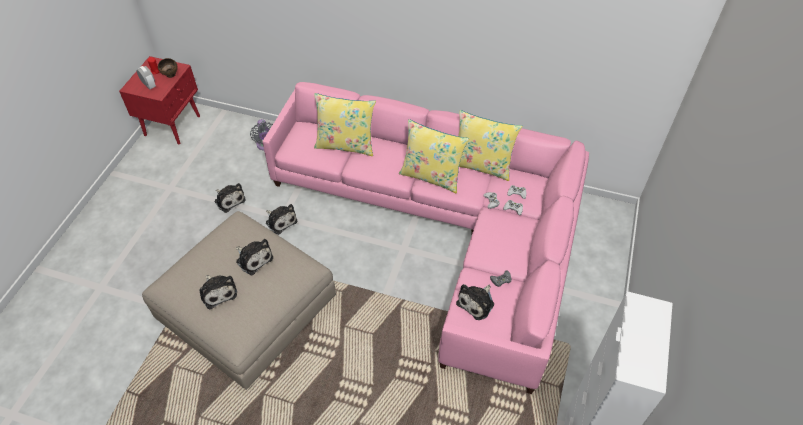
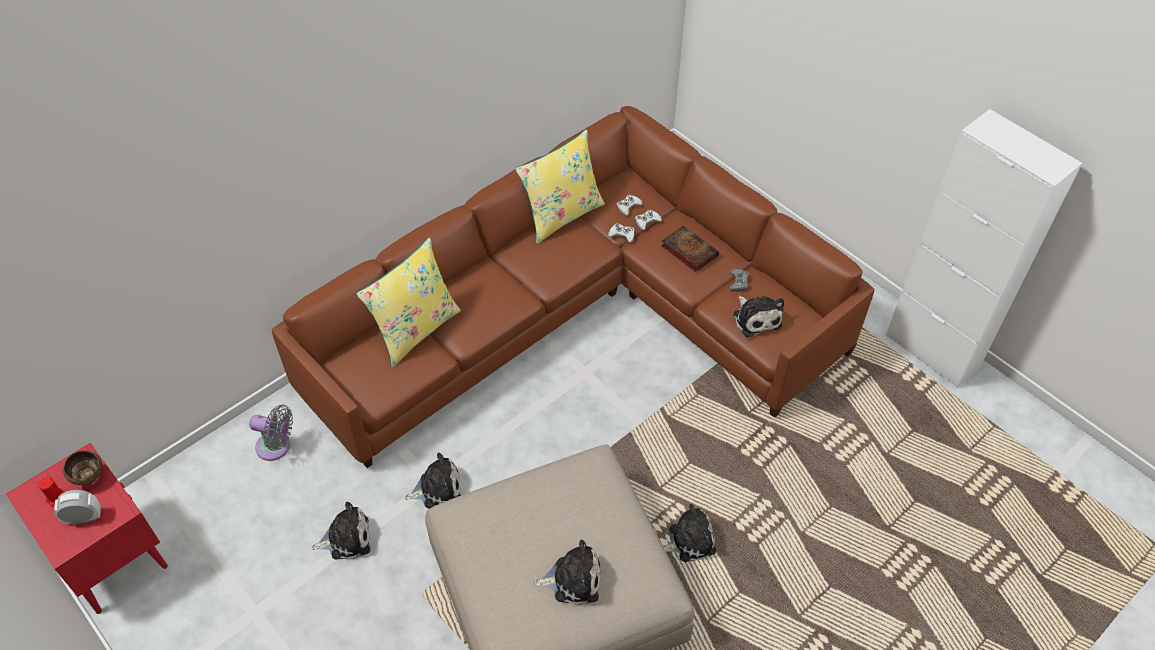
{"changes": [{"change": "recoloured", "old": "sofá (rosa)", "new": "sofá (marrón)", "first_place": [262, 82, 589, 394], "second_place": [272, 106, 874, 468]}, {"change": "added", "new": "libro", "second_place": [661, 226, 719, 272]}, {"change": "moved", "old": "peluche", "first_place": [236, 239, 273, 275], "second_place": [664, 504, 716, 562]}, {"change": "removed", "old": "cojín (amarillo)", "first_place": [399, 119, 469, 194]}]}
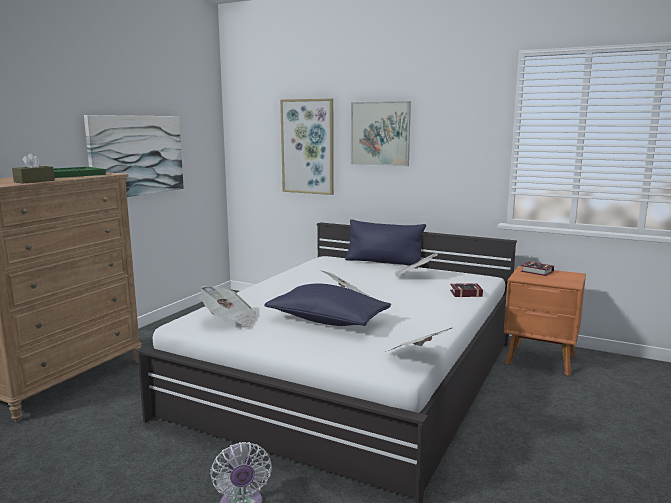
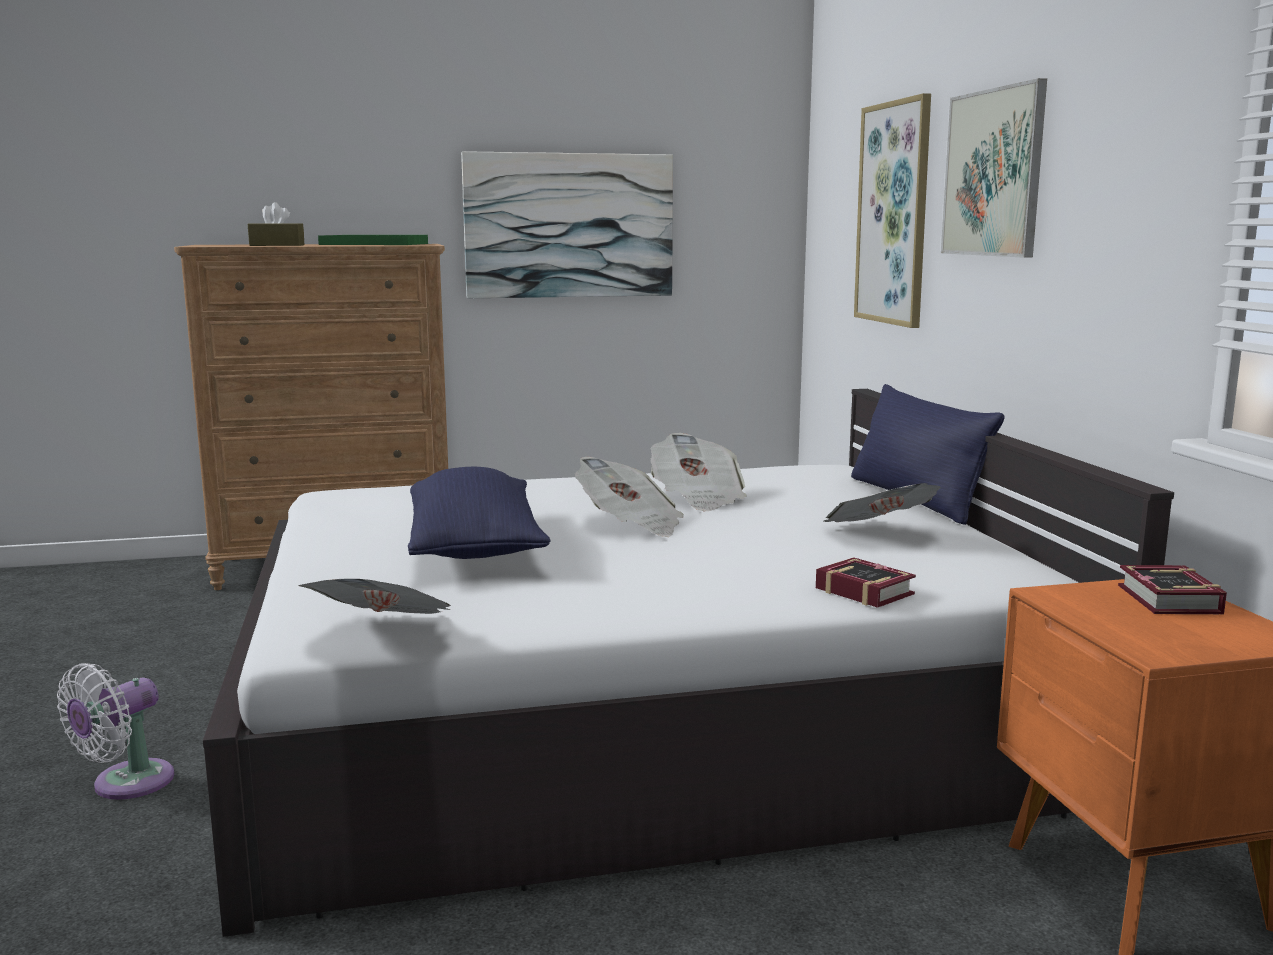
{"changes": [{"change": "moved", "old": "periódico", "first_place": [199, 286, 256, 326], "second_place": [650, 433, 747, 511]}]}
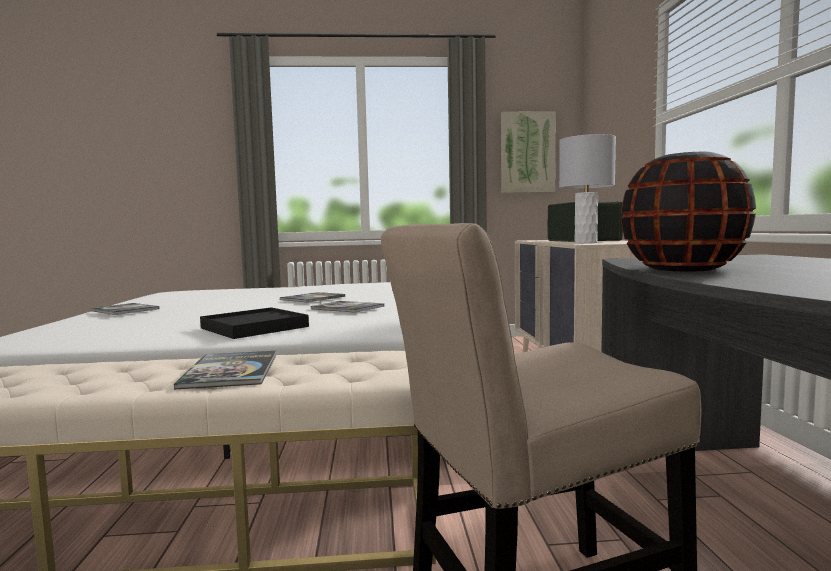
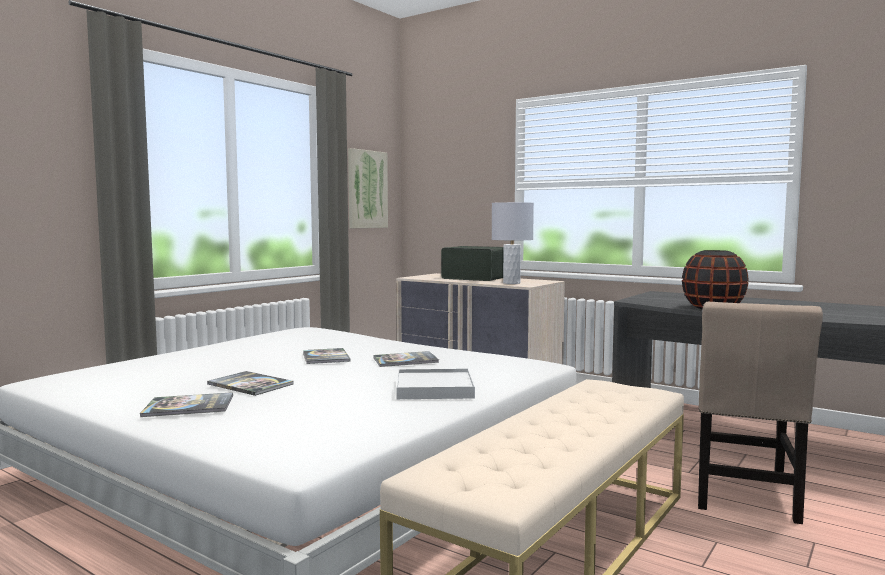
{"changes": [{"change": "moved", "old": "libro", "first_place": [174, 351, 276, 389], "second_place": [207, 371, 294, 396]}, {"change": "recoloured", "old": "bandeja (negro)", "new": "bandeja (blanco)", "first_place": [200, 307, 309, 339], "second_place": [396, 369, 475, 399]}]}
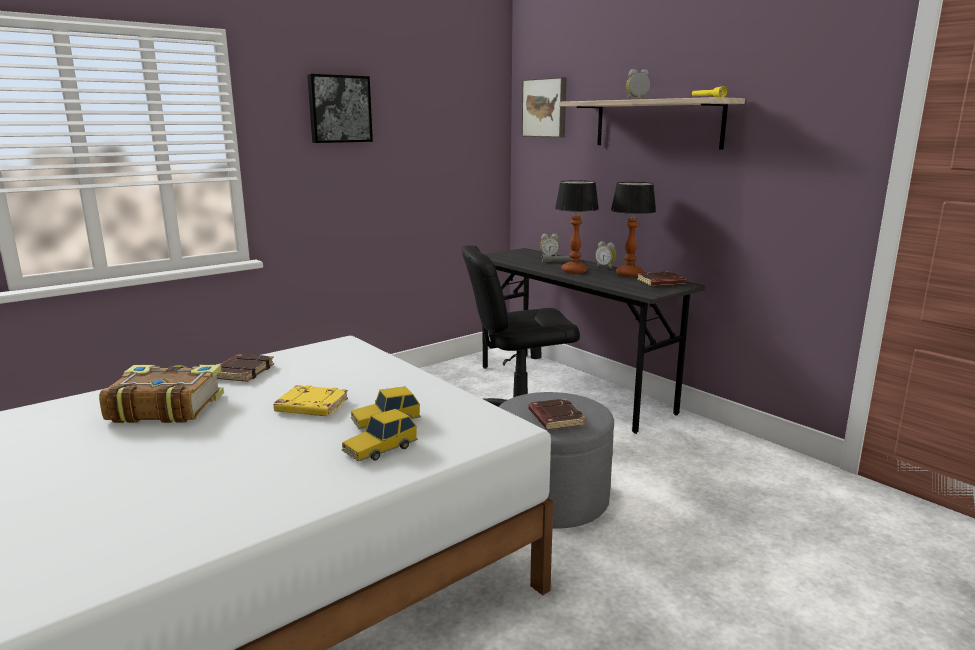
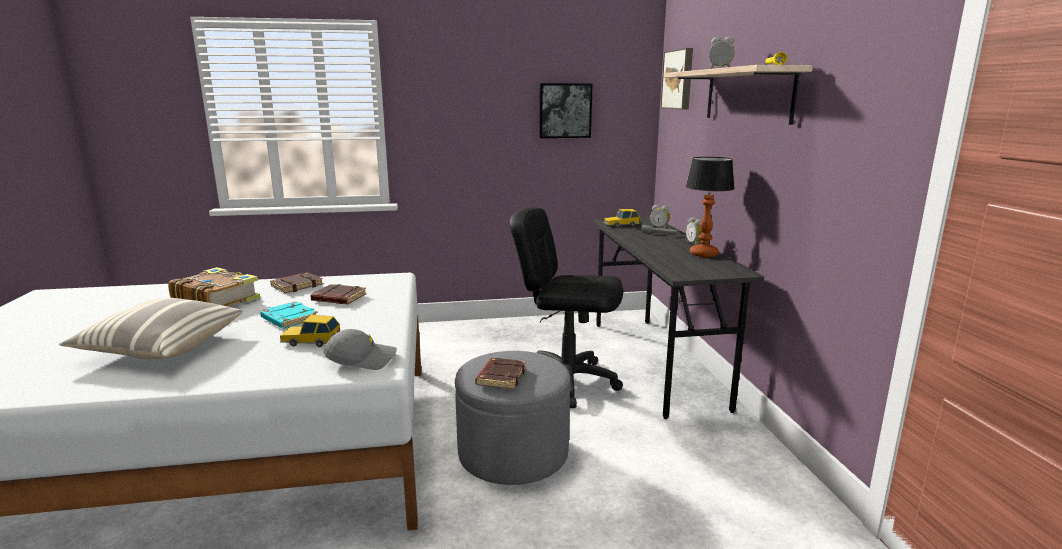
{"changes": [{"change": "added", "new": "cojín", "second_place": [59, 298, 242, 359]}, {"change": "recoloured", "old": "libro (amarillo)", "new": "libro (turquesa)", "first_place": [273, 385, 348, 416], "second_place": [260, 301, 318, 329]}, {"change": "moved", "old": "libro (marrón)", "first_place": [637, 271, 686, 286], "second_place": [310, 284, 367, 304]}, {"change": "added", "new": "gorra (gris)", "second_place": [324, 329, 397, 370]}, {"change": "moved", "old": "cuadro", "first_place": [307, 74, 373, 143], "second_place": [539, 83, 593, 138]}, {"change": "moved", "old": "coche de juguete", "first_place": [342, 409, 418, 462], "second_place": [604, 209, 640, 227]}, {"change": "removed", "old": "lámpara de mesa", "first_place": [555, 180, 599, 273]}]}
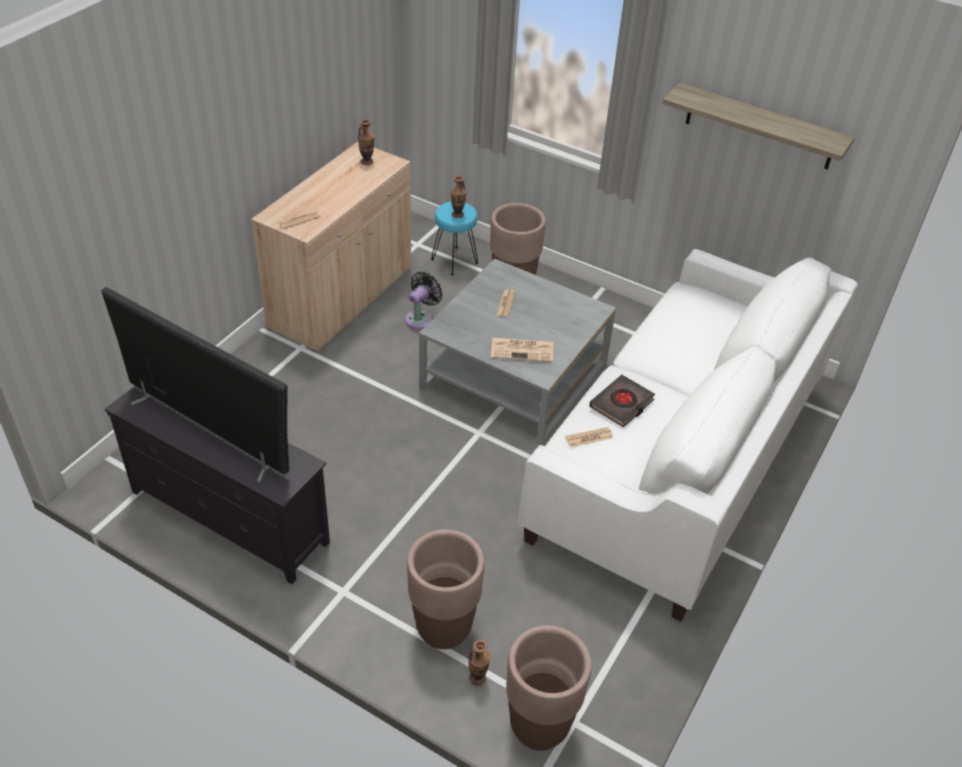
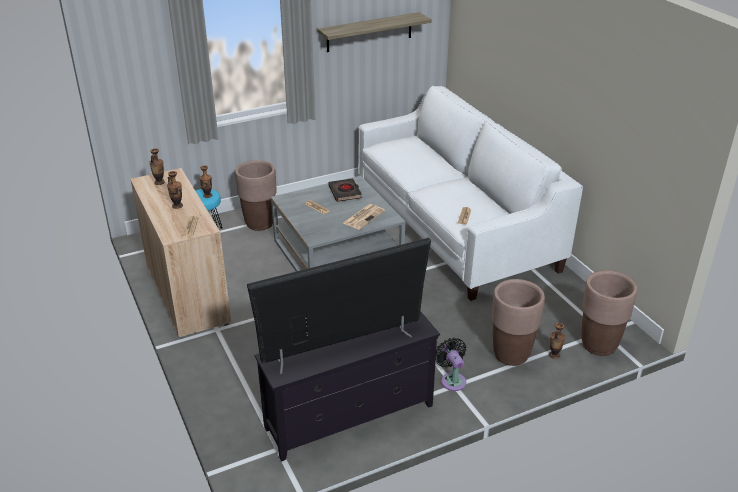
{"changes": [{"change": "added", "new": "florero", "second_place": [167, 171, 183, 209]}, {"change": "moved", "old": "libro (negro)", "first_place": [589, 375, 655, 428], "second_place": [329, 178, 362, 202]}, {"change": "moved", "old": "ventilador (negro)", "first_place": [405, 272, 443, 329], "second_place": [436, 338, 466, 391]}]}
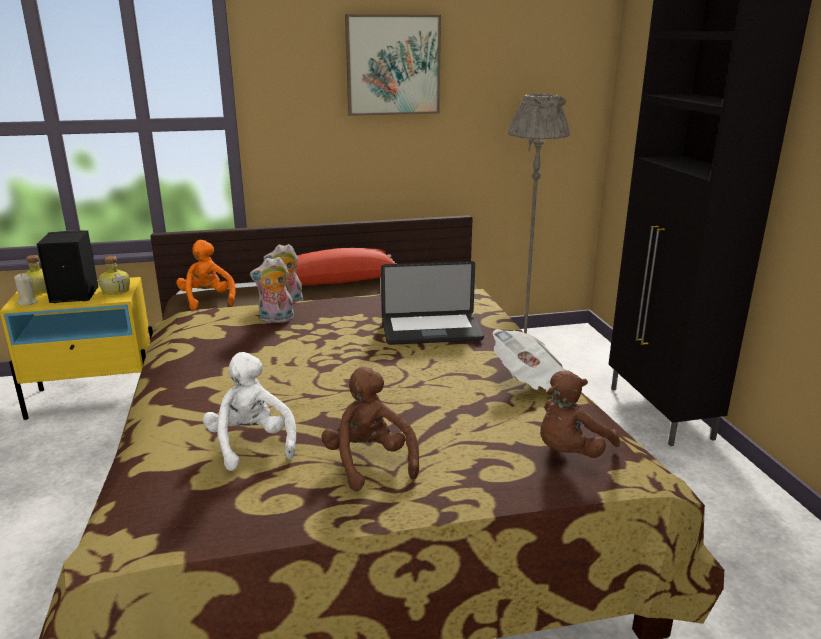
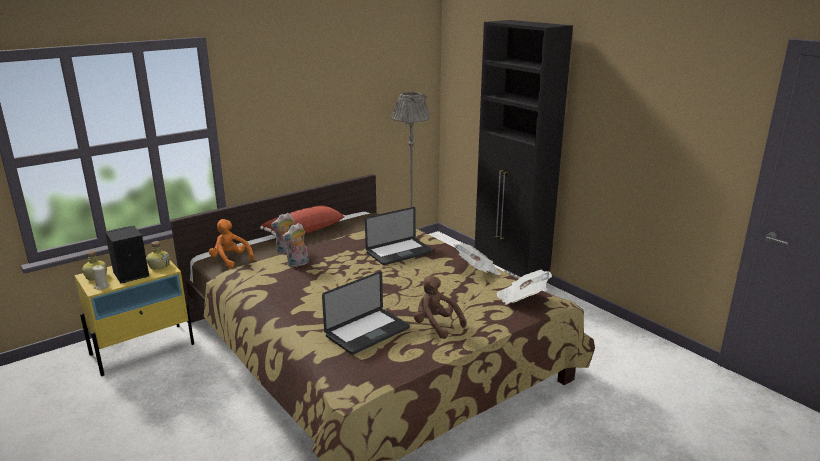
{"changes": [{"change": "replaced", "old": "peluche (blanco)", "new": "portátil", "first_place": [203, 352, 296, 471], "second_place": [322, 271, 410, 355]}, {"change": "replaced", "old": "peluche (marrón)", "new": "periódico", "first_place": [540, 370, 620, 458], "second_place": [496, 269, 552, 305]}, {"change": "removed", "old": "cuadro", "first_place": [345, 14, 441, 116]}]}
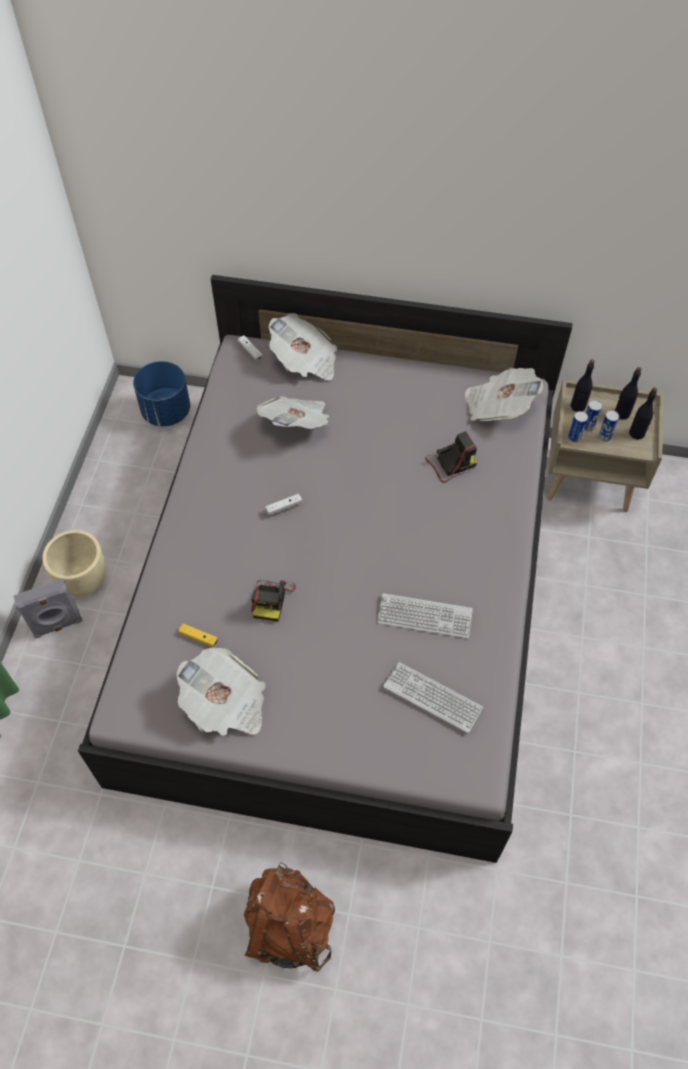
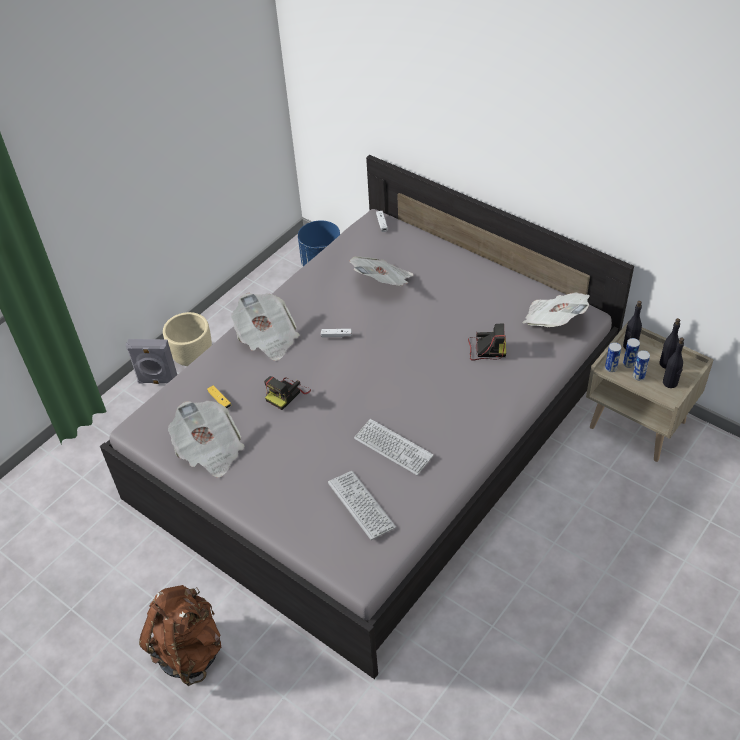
{"changes": [{"change": "moved", "old": "periódico", "first_place": [269, 313, 337, 380], "second_place": [231, 293, 299, 361]}]}
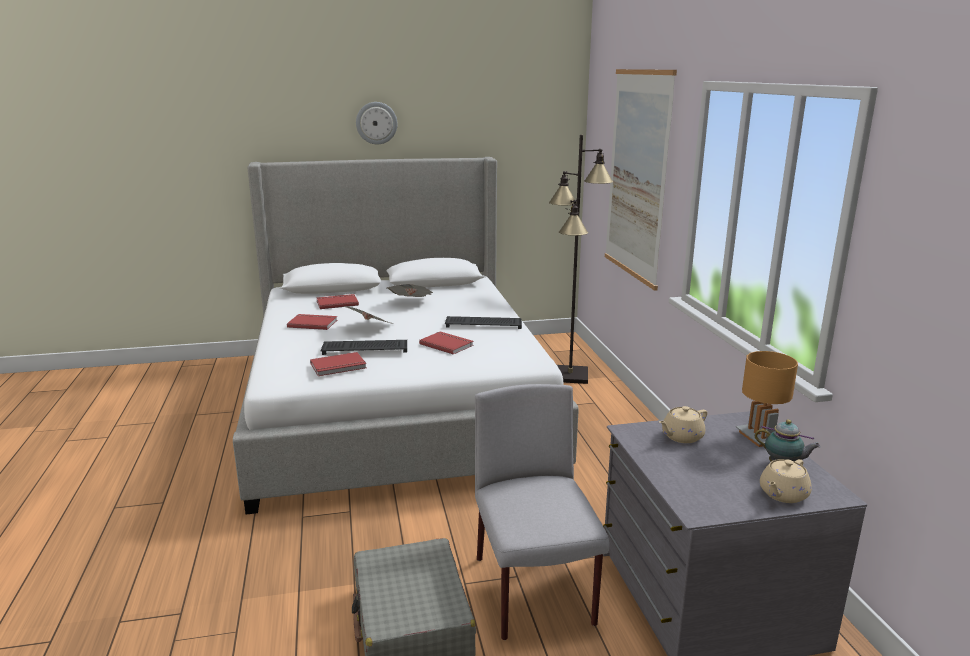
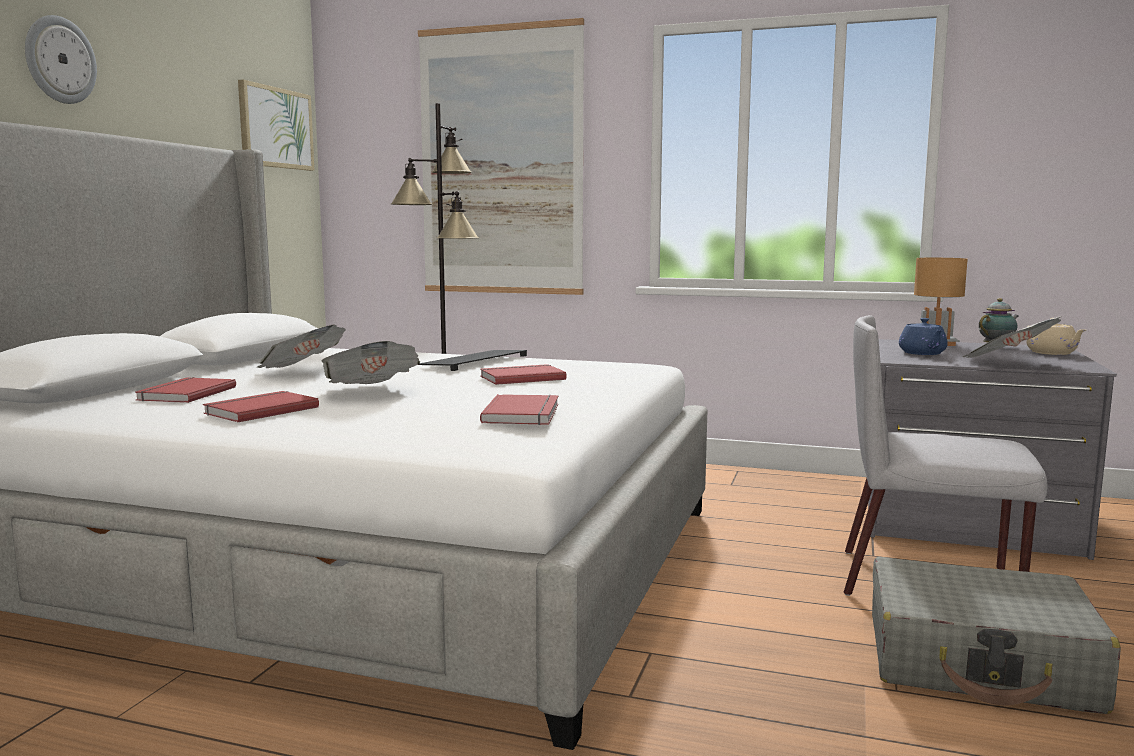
{"changes": [{"change": "added", "new": "cuadro", "second_place": [238, 79, 315, 171]}, {"change": "recoloured", "old": "tetera (beis)", "new": "tetera (azul)", "first_place": [659, 406, 707, 443], "second_place": [899, 318, 948, 355]}, {"change": "added", "new": "periódico", "second_place": [963, 316, 1061, 358]}, {"change": "removed", "old": "teclado", "first_place": [320, 340, 407, 355]}]}
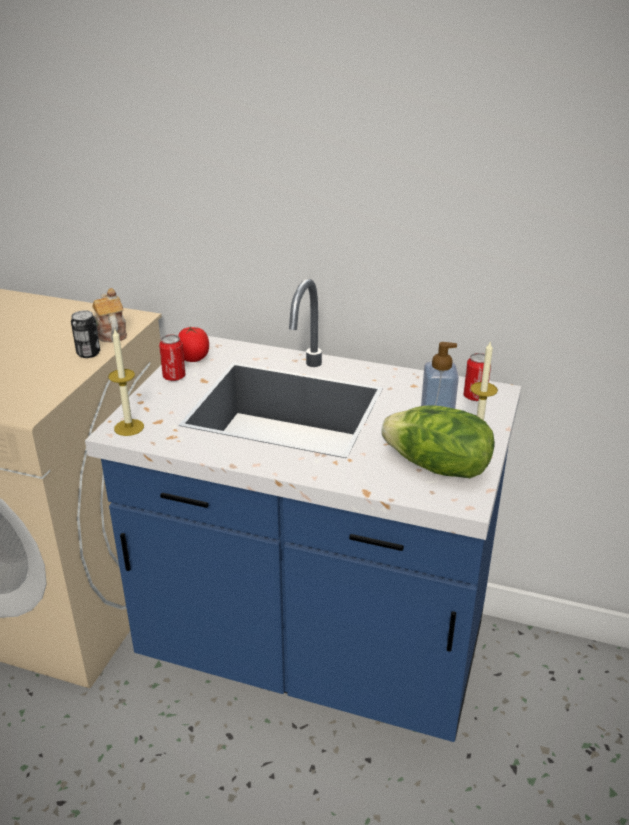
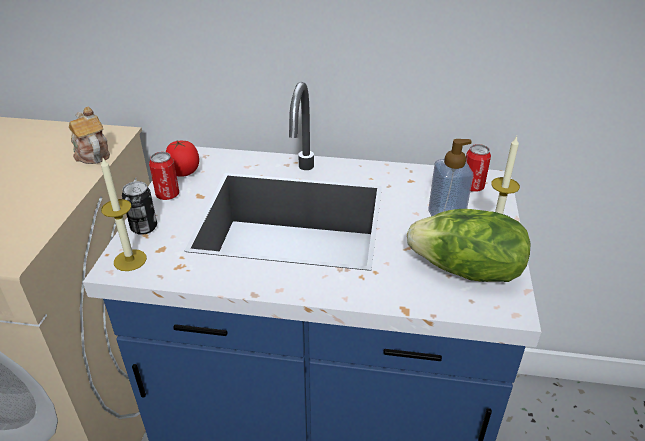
{"changes": [{"change": "moved", "old": "lata", "first_place": [71, 310, 100, 358], "second_place": [122, 181, 157, 235]}]}
